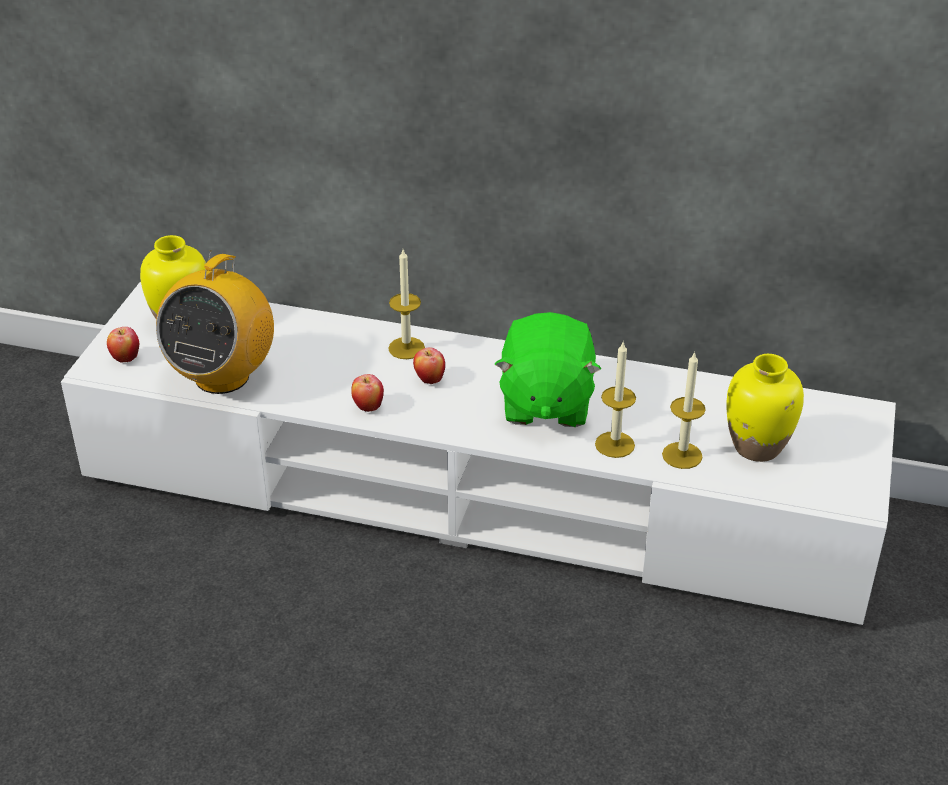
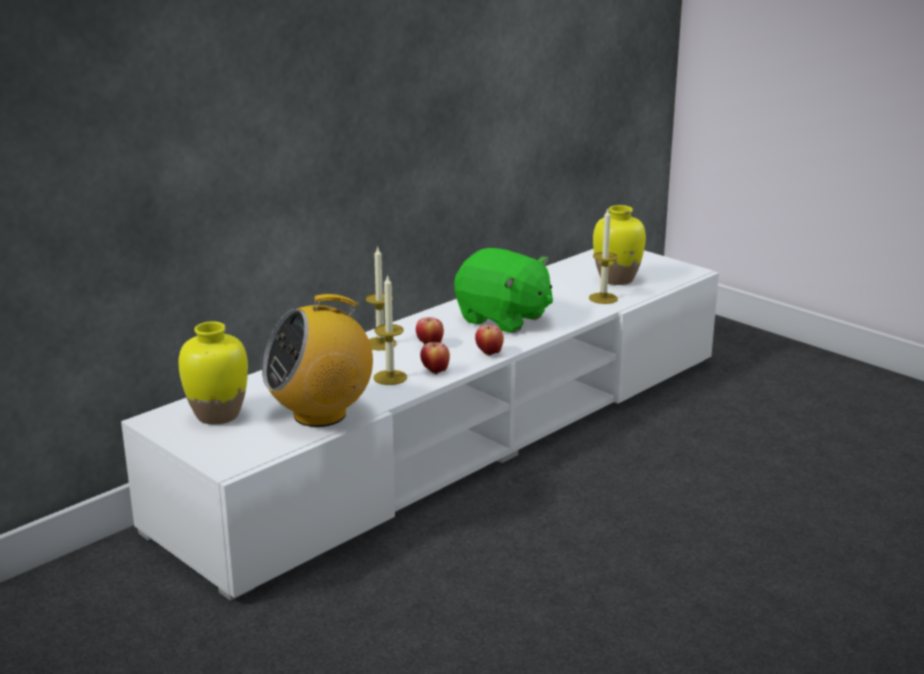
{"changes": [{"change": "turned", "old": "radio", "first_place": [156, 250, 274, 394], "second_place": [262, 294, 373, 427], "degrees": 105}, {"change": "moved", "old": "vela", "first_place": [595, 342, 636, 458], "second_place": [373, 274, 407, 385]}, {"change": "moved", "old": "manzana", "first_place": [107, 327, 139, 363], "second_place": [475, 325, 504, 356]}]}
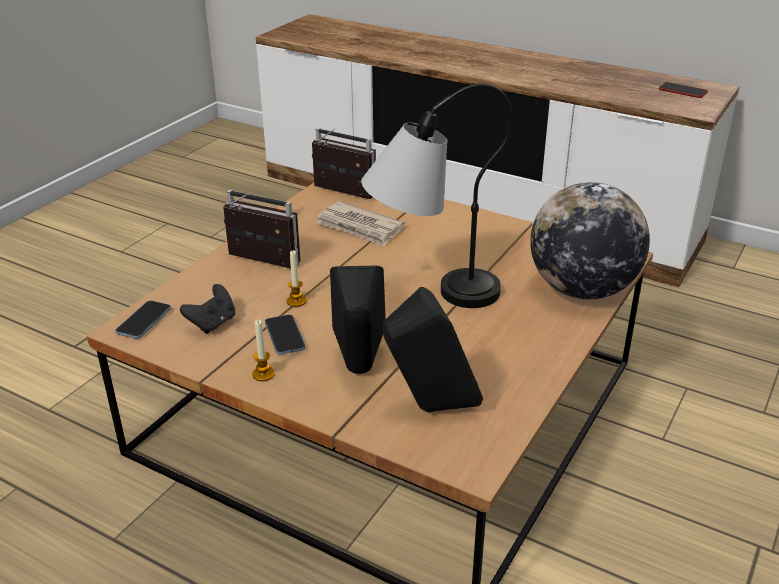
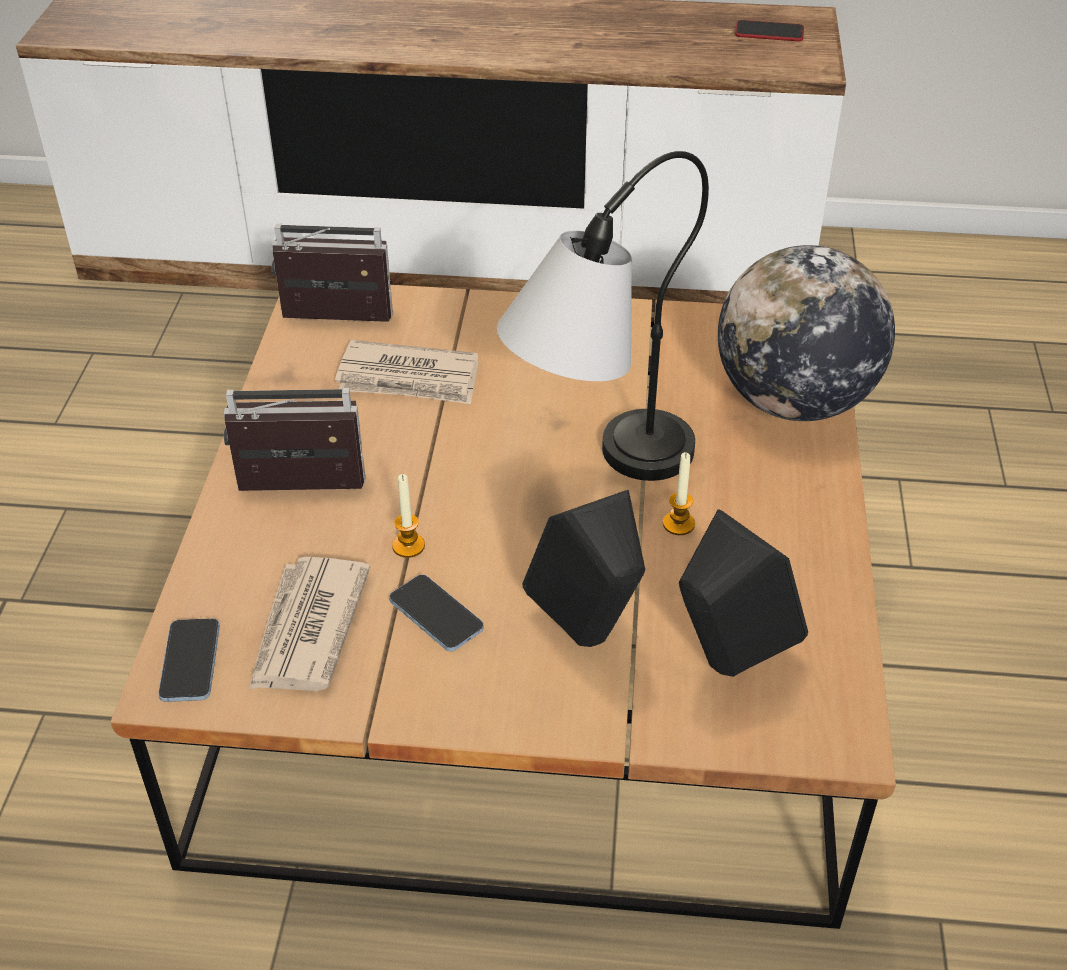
{"changes": [{"change": "replaced", "old": "mando de consola (negro)", "new": "periódico", "first_place": [180, 284, 235, 334], "second_place": [248, 557, 370, 691]}, {"change": "moved", "old": "vela", "first_place": [252, 320, 275, 381], "second_place": [663, 452, 695, 535]}]}
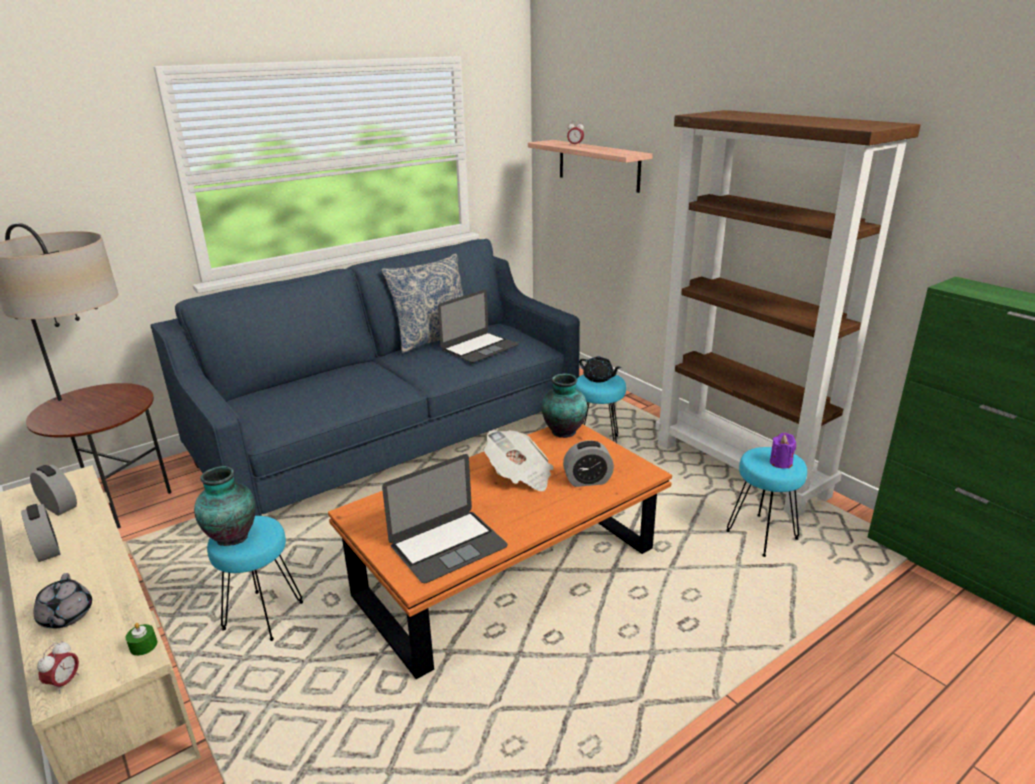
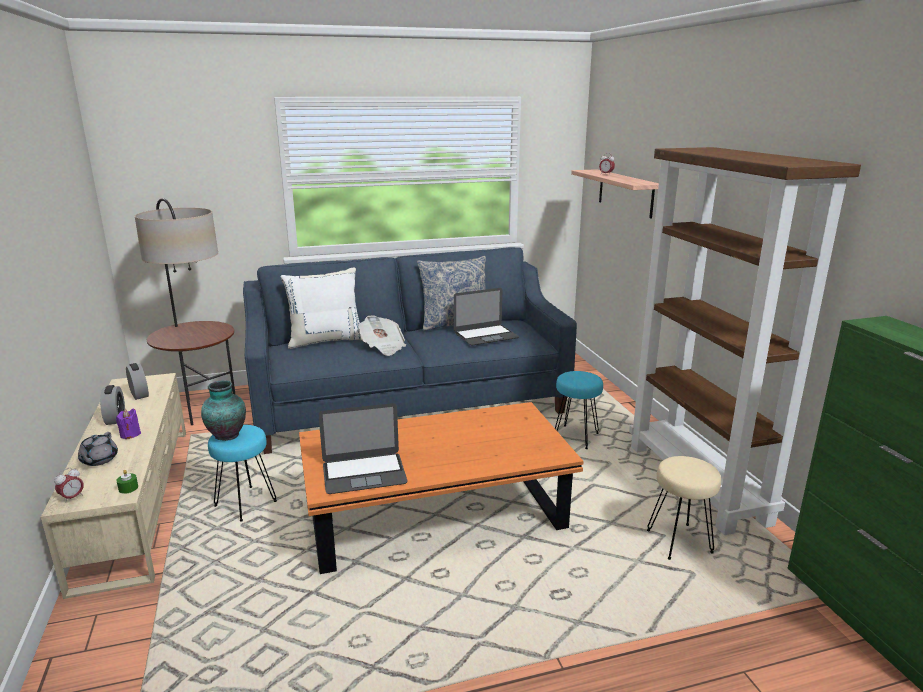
{"changes": [{"change": "moved", "old": "vela (morado)", "first_place": [770, 433, 796, 469], "second_place": [116, 409, 141, 439]}, {"change": "added", "new": "cojín (blanco)", "second_place": [280, 267, 361, 349]}, {"change": "moved", "old": "periódico", "first_place": [484, 430, 554, 491], "second_place": [359, 315, 406, 356]}, {"change": "recoloured", "old": "taburete (turquesa)", "new": "taburete (beis)", "first_place": [726, 447, 807, 557], "second_place": [647, 456, 721, 560]}, {"change": "removed", "old": "florero", "first_place": [542, 374, 587, 438]}, {"change": "removed", "old": "despertador", "first_place": [563, 440, 614, 487]}, {"change": "removed", "old": "tetera (negro)", "first_place": [579, 356, 621, 382]}]}
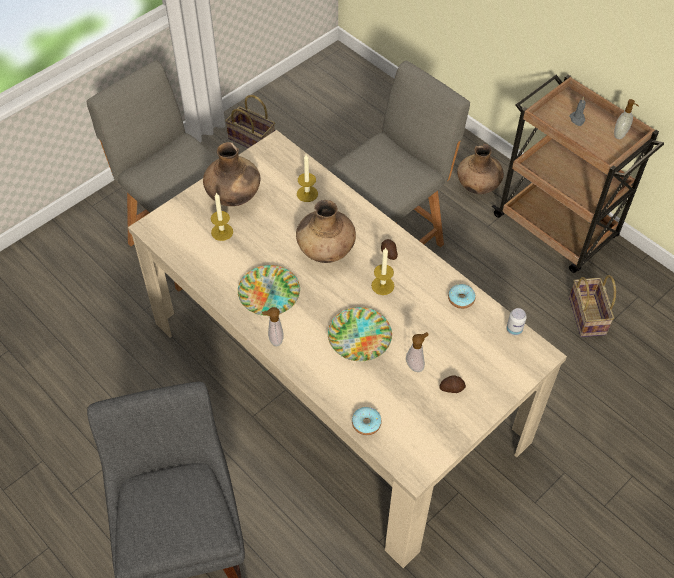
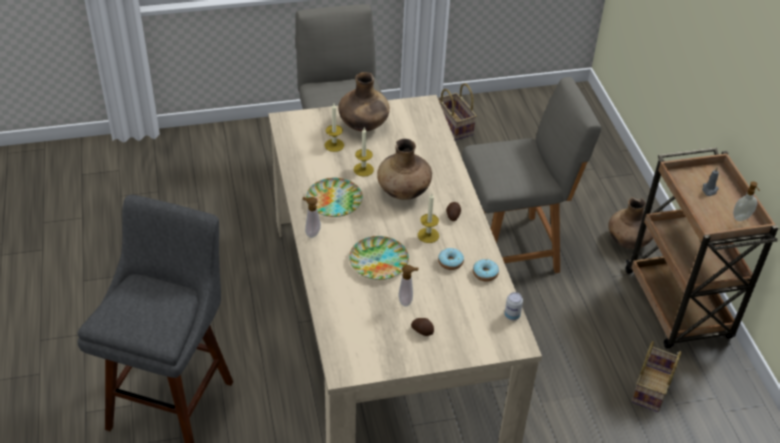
{"changes": [{"change": "moved", "old": "vela", "first_place": [297, 154, 318, 202], "second_place": [354, 127, 374, 177]}, {"change": "moved", "old": "rosquilla", "first_place": [352, 407, 382, 435], "second_place": [438, 248, 464, 270]}]}
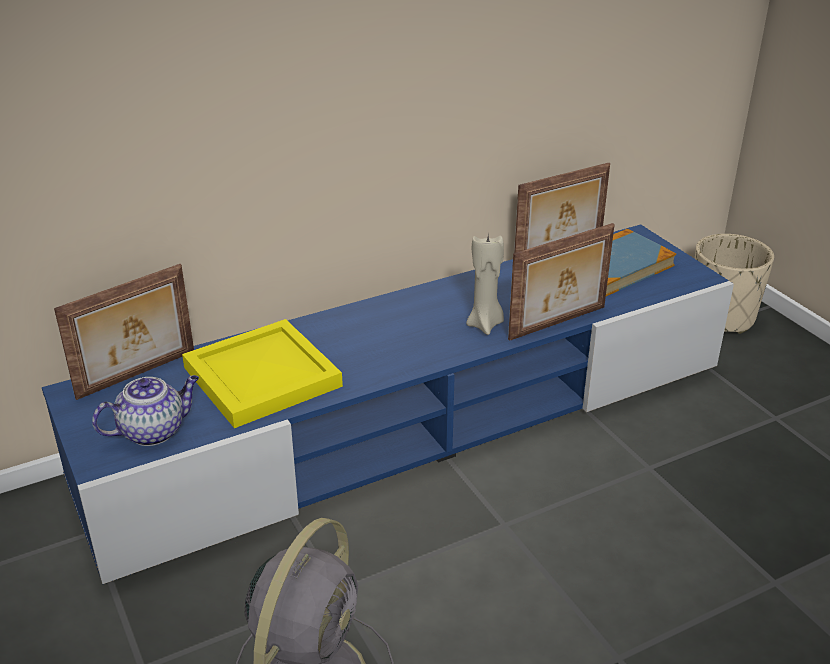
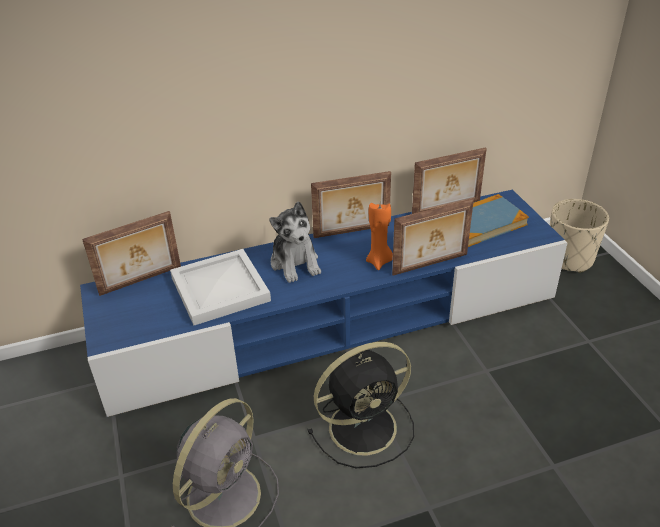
{"changes": [{"change": "recoloured", "old": "bandeja (amarillo)", "new": "bandeja (blanco)", "first_place": [182, 319, 343, 428], "second_place": [170, 249, 271, 325]}, {"change": "added", "new": "peluche", "second_place": [269, 201, 321, 283]}, {"change": "added", "new": "ventilador (negro)", "second_place": [307, 342, 414, 468]}, {"change": "added", "new": "portarretratos", "second_place": [311, 171, 391, 238]}, {"change": "recoloured", "old": "vela (beis)", "new": "vela (naranja)", "first_place": [466, 234, 504, 335], "second_place": [366, 203, 393, 270]}, {"change": "removed", "old": "tetera", "first_place": [92, 375, 199, 446]}]}
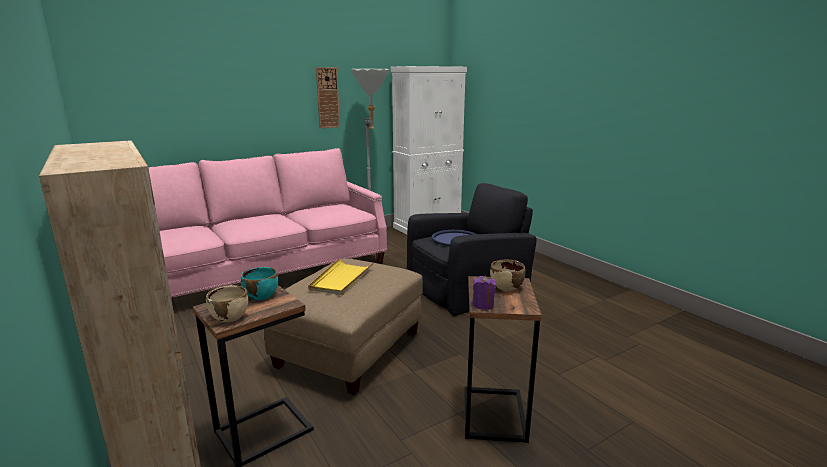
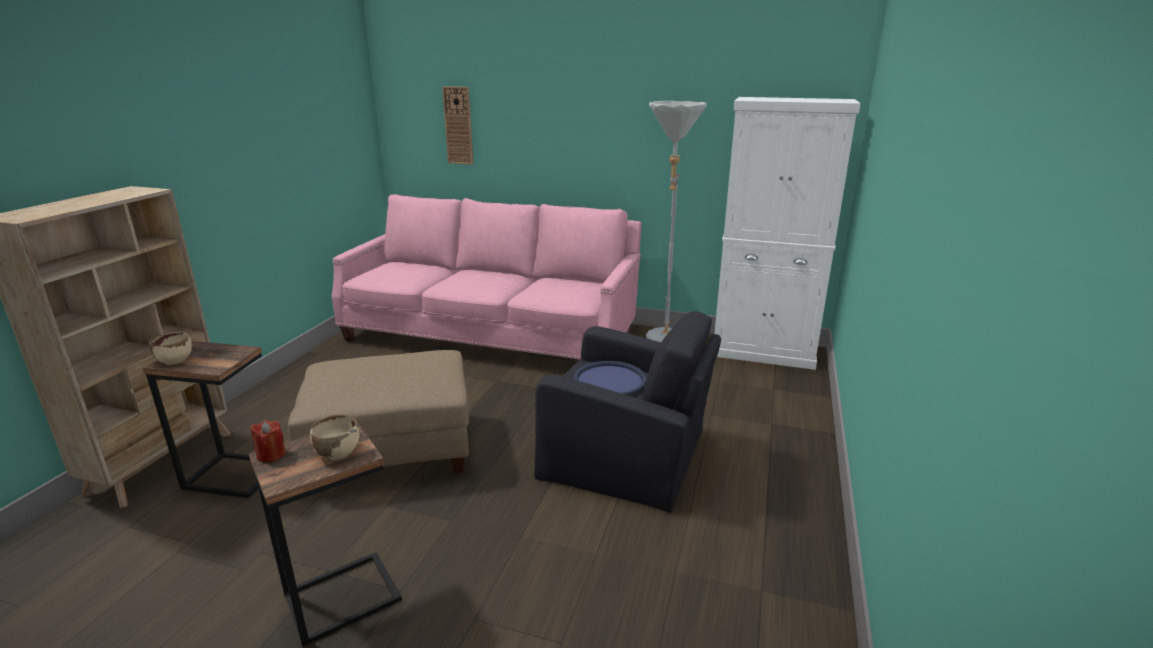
{"changes": [{"change": "recoloured", "old": "vela (morado)", "new": "vela (rojo)", "first_place": [472, 276, 496, 310], "second_place": [251, 420, 286, 462]}, {"change": "moved", "old": "reloj de pared", "first_place": [316, 67, 340, 128], "second_place": [442, 86, 474, 165]}, {"change": "removed", "old": "cuenco (turquesa)", "first_place": [241, 267, 278, 300]}, {"change": "removed", "old": "bandeja (amarillo)", "first_place": [308, 258, 374, 295]}]}
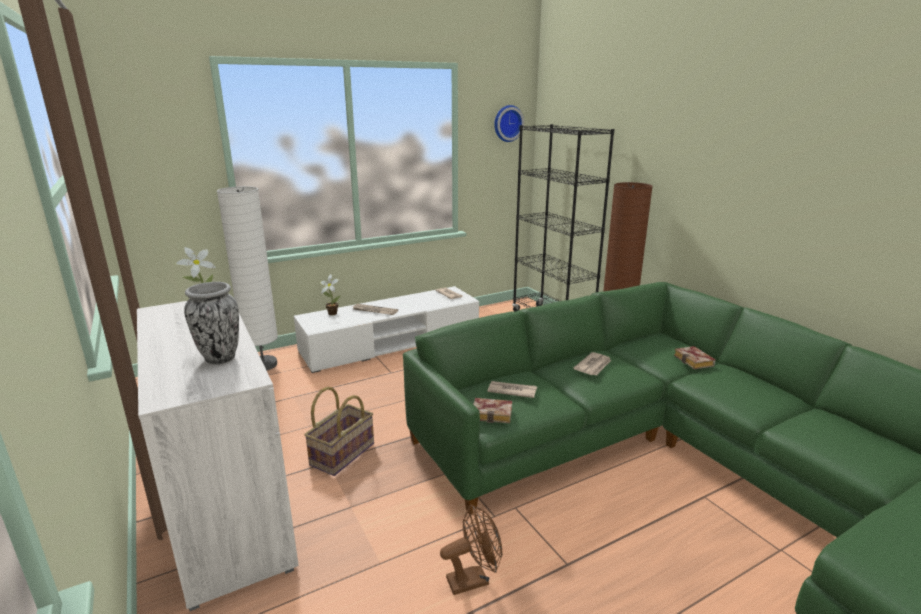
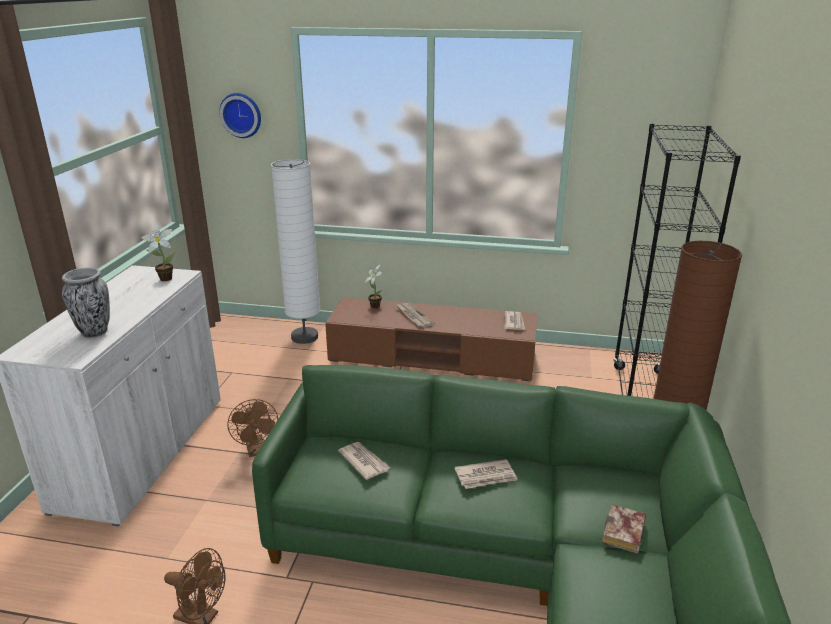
{"changes": [{"change": "moved", "old": "reloj de pared", "first_place": [494, 105, 524, 142], "second_place": [219, 93, 261, 138]}, {"change": "replaced", "old": "cesta", "new": "ventilador (marrón)", "first_place": [304, 387, 374, 476], "second_place": [227, 399, 278, 457]}, {"change": "recoloured", "old": "mueble de televisión (blanco)", "new": "mueble de televisión (marrón)", "first_place": [294, 286, 479, 373], "second_place": [325, 297, 538, 381]}, {"change": "removed", "old": "libro", "first_place": [473, 398, 512, 423]}]}
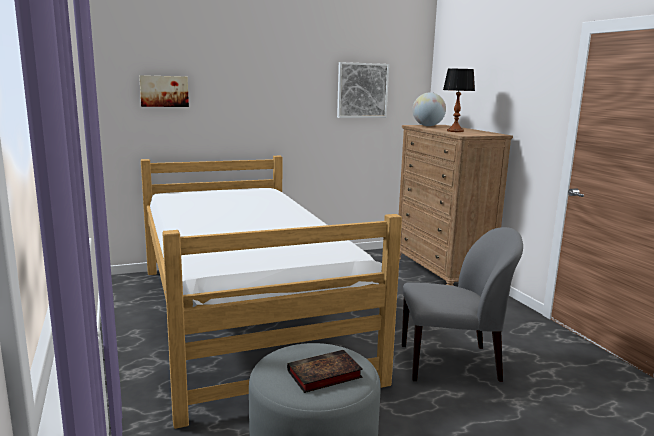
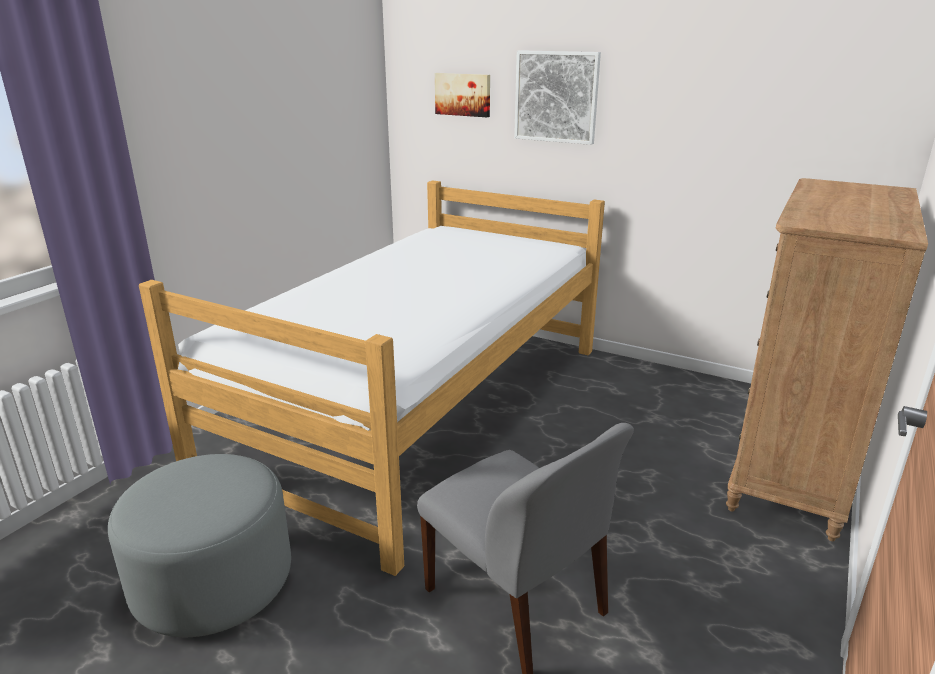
{"changes": [{"change": "moved", "old": "cuadro", "first_place": [337, 62, 389, 118], "second_place": [514, 50, 601, 145]}, {"change": "removed", "old": "libro", "first_place": [287, 350, 363, 393]}, {"change": "removed", "old": "globo terráqueo", "first_place": [412, 92, 446, 126]}, {"change": "removed", "old": "lámpara de mesa", "first_place": [443, 69, 475, 132]}]}
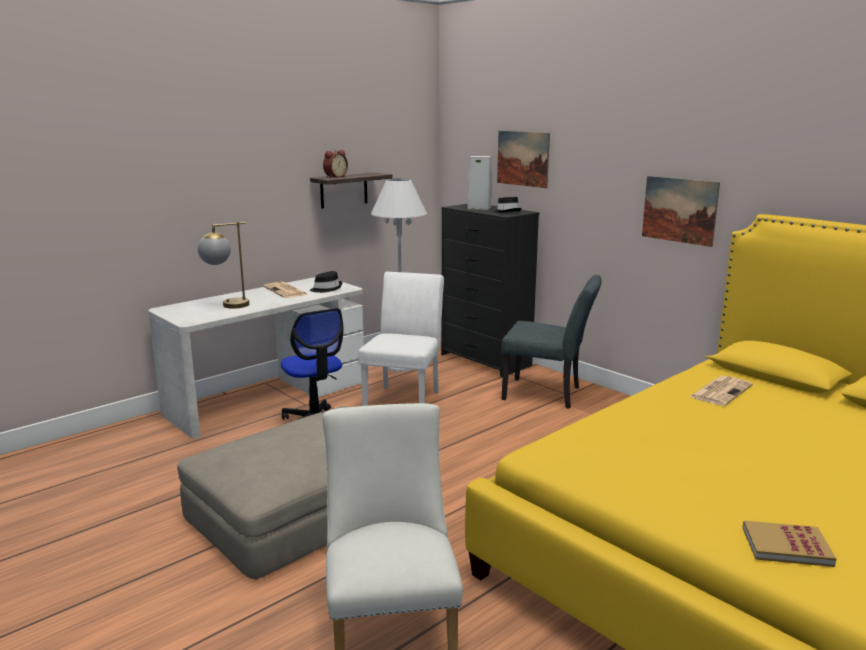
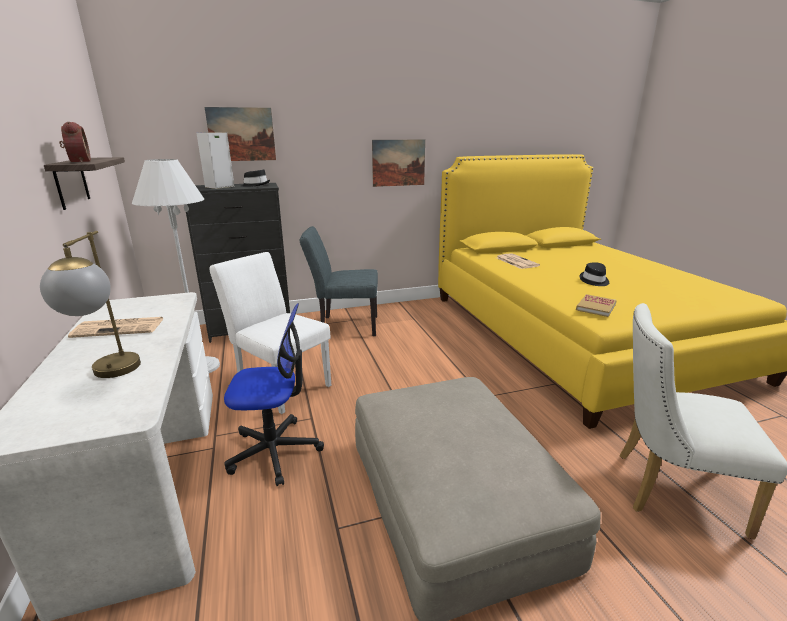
{"changes": [{"change": "turned", "old": "silla (gris)", "first_place": [501, 275, 602, 409], "second_place": [299, 226, 378, 336], "degrees": -135}, {"change": "moved", "old": "libro", "first_place": [743, 521, 837, 567], "second_place": [576, 294, 617, 317]}, {"change": "moved", "old": "sombrero (negro)", "first_place": [310, 271, 342, 293], "second_place": [579, 262, 609, 286]}]}
